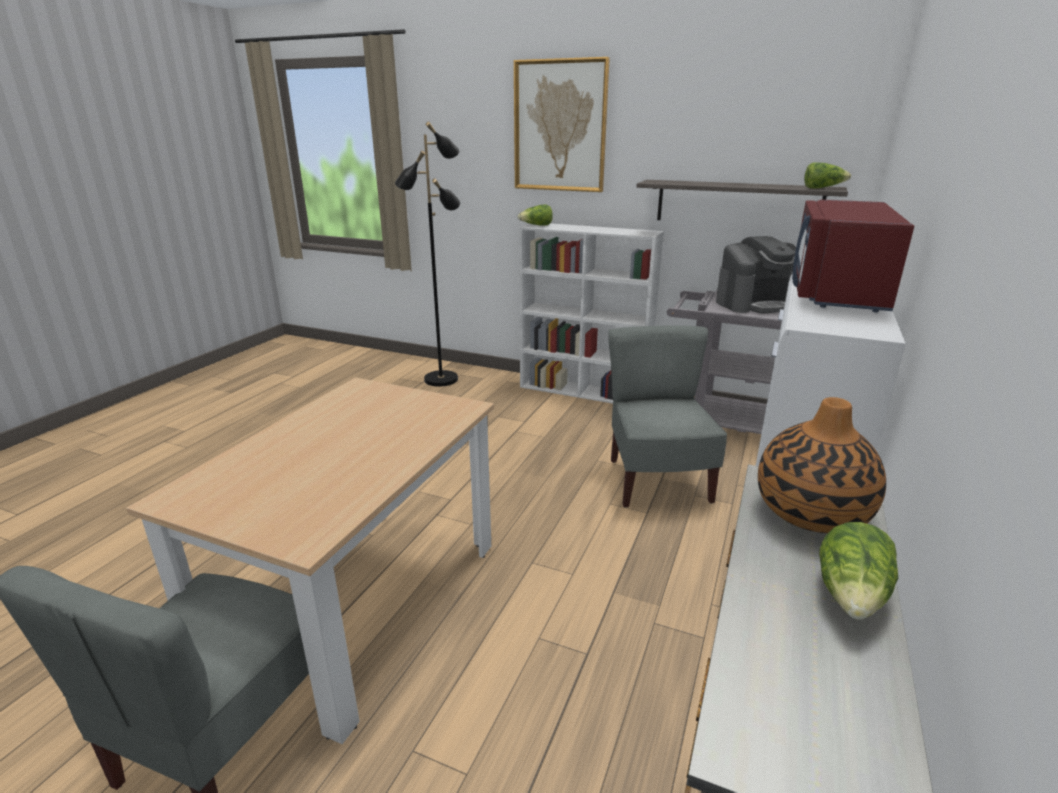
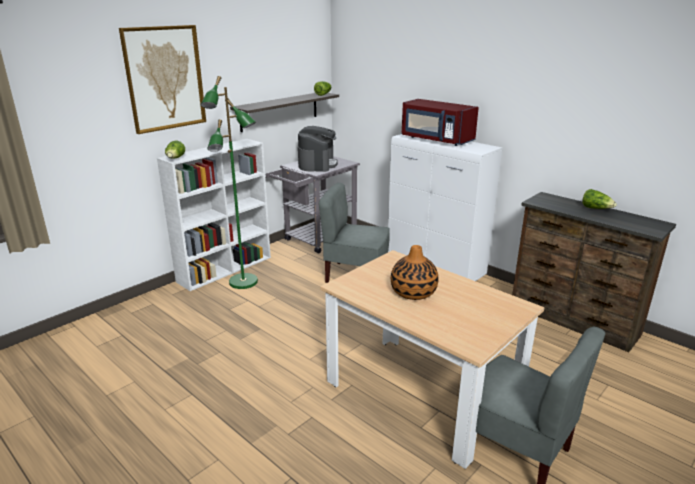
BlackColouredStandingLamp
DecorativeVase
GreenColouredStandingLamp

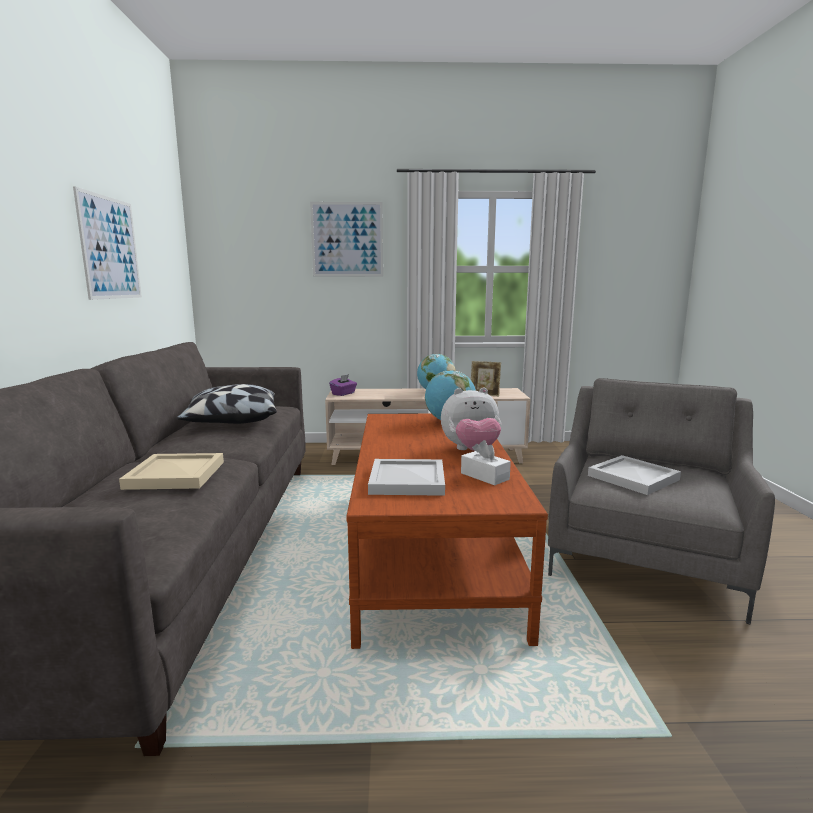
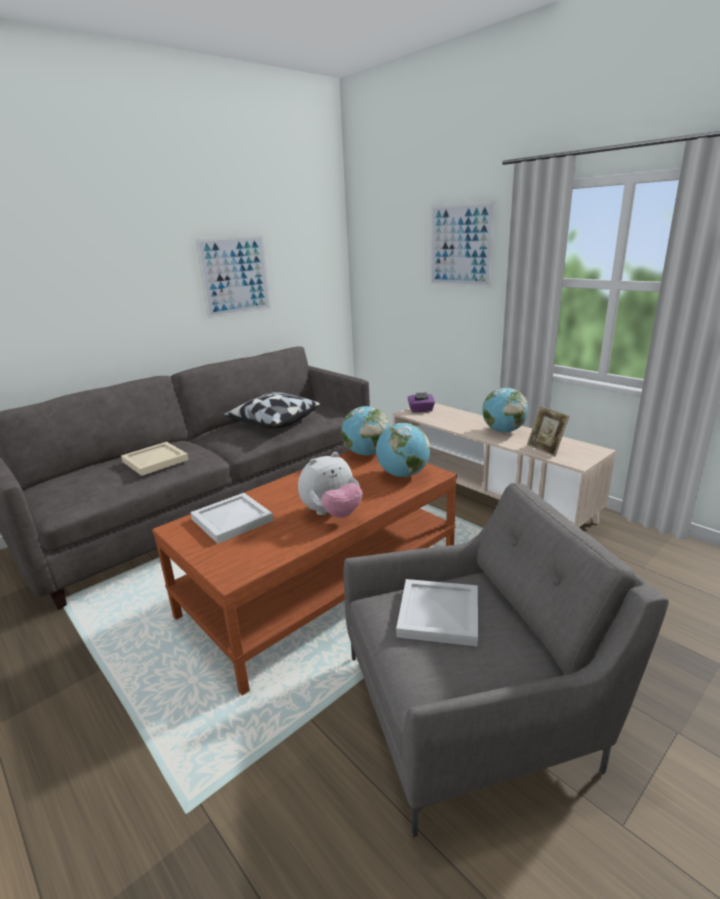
SoftToy
WhitishTissueBox
Globe (no. 1 from left)

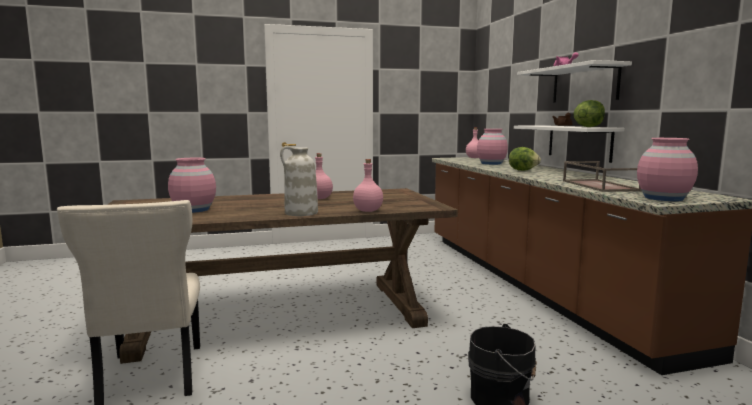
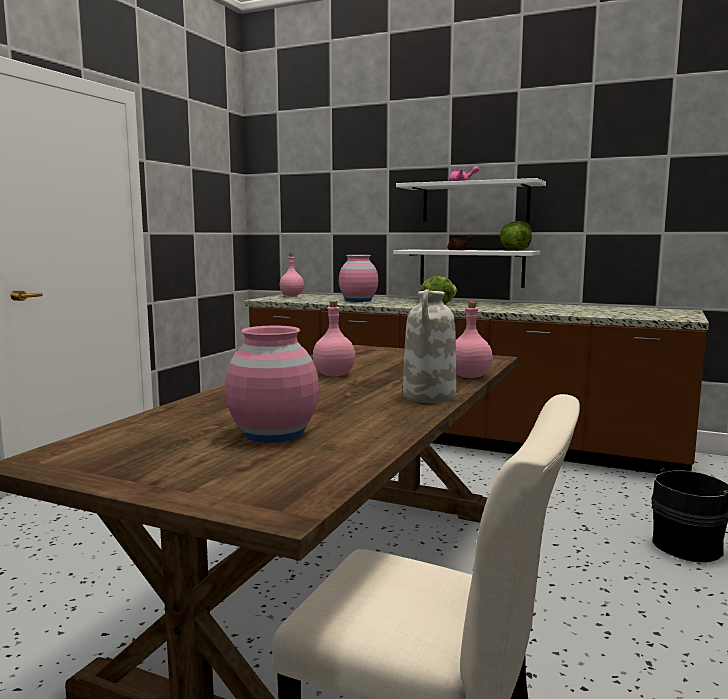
PinkishDecorativeVase (no. 3 from left in the first image)
BrownishCarryingTray

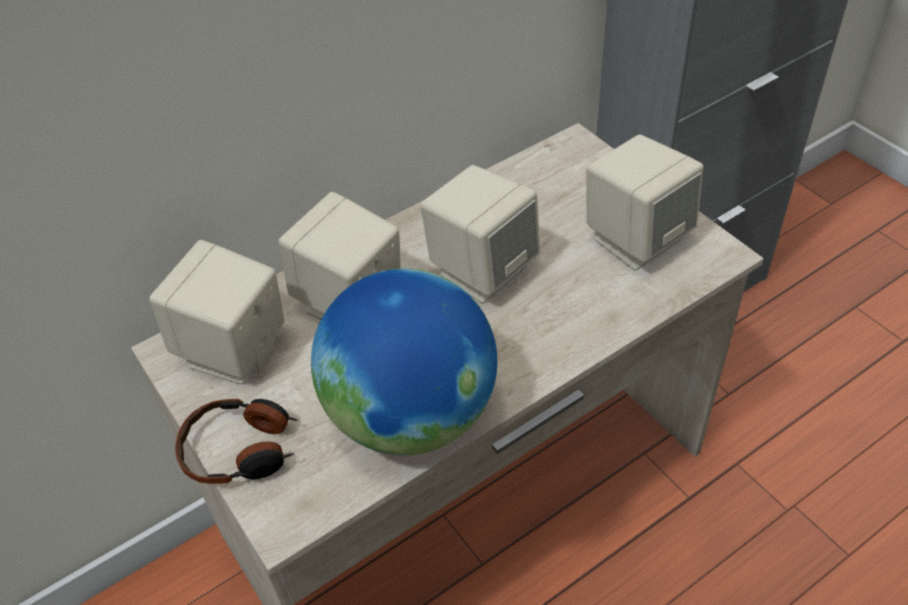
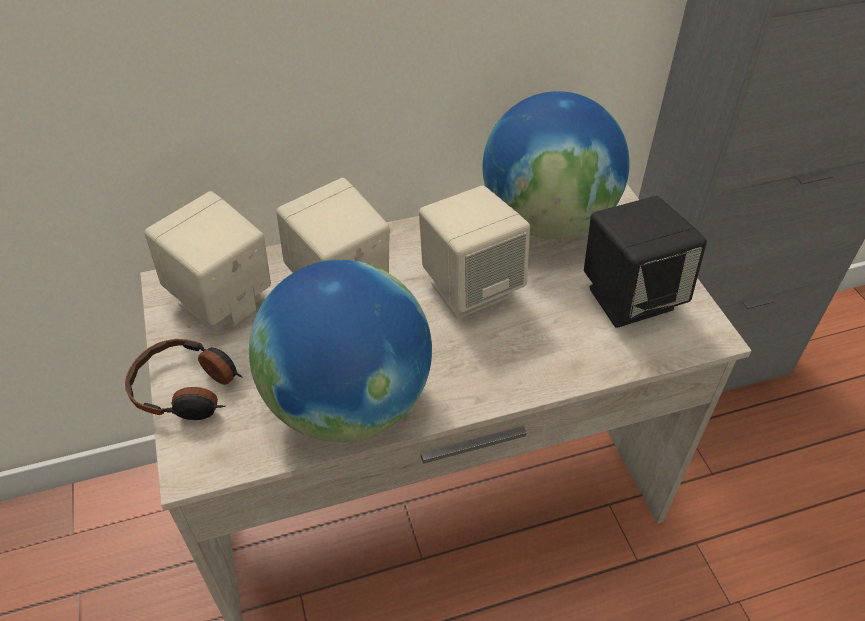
BlackColouredSpeaker
Globe (no. 2 from left)

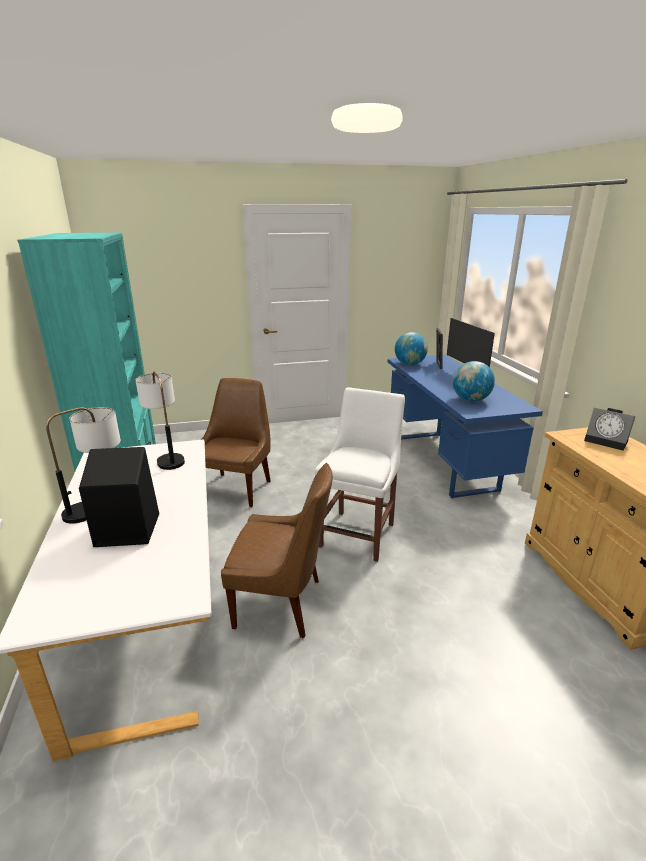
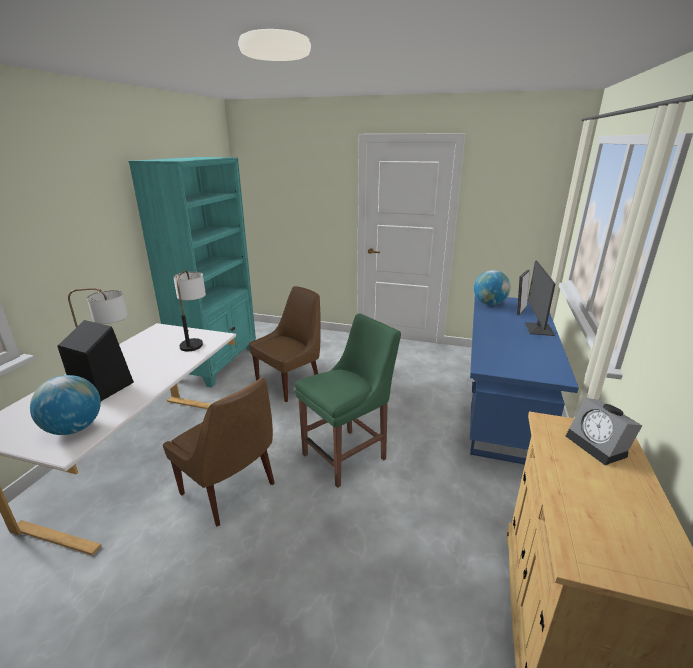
Globe (no. 1 from left)
GreenColouredPlainChair

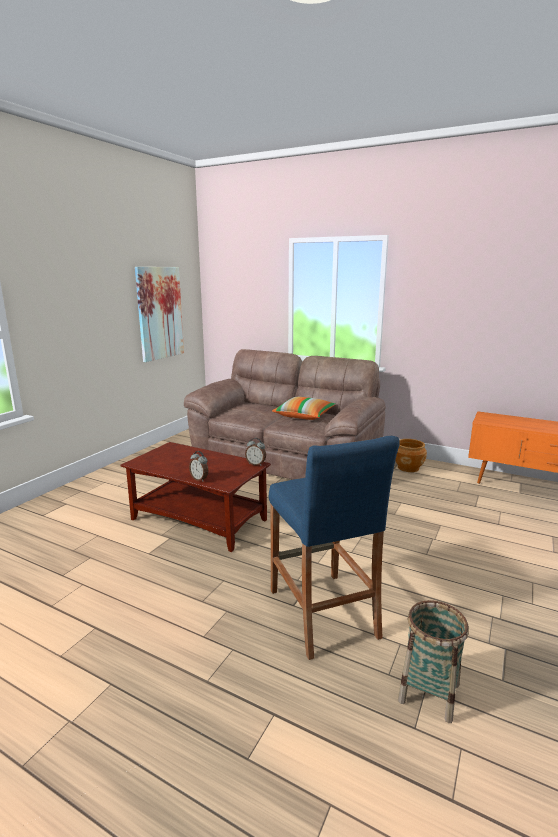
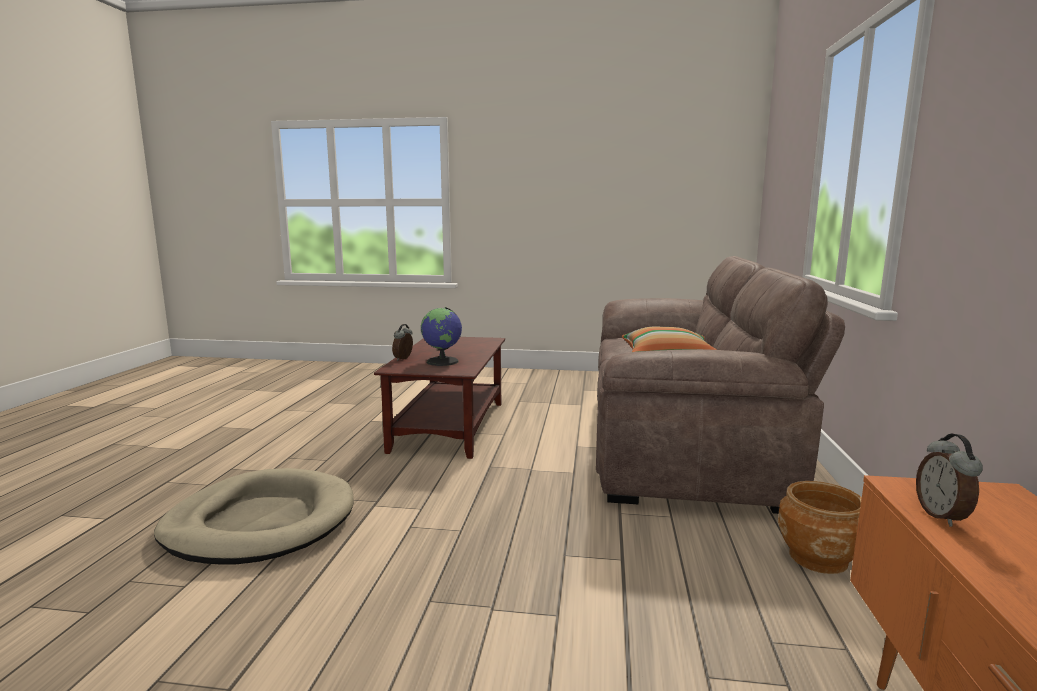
WallPicture
BeigeDogCushion
AlarmClock (no. 2 from left)
HouseholdBasket
Globe

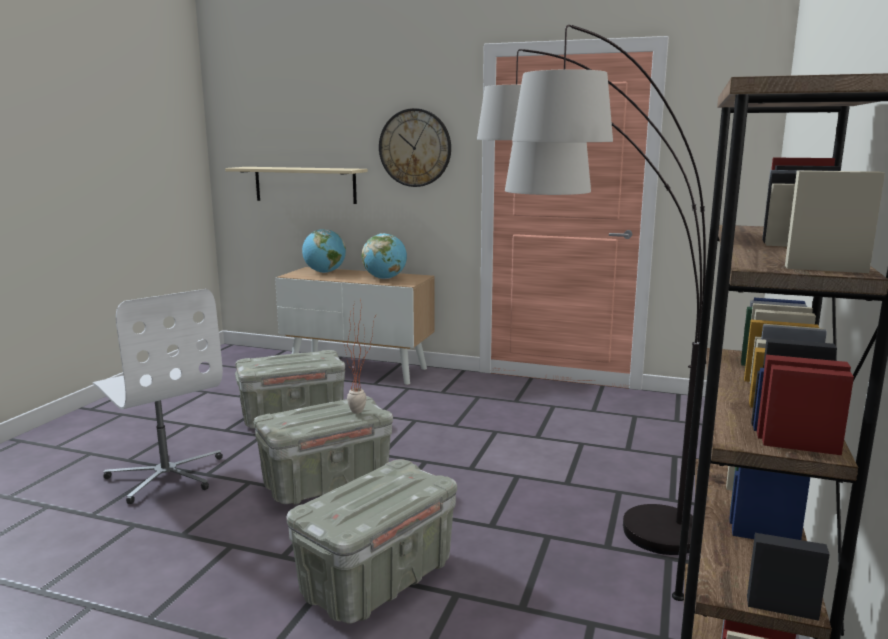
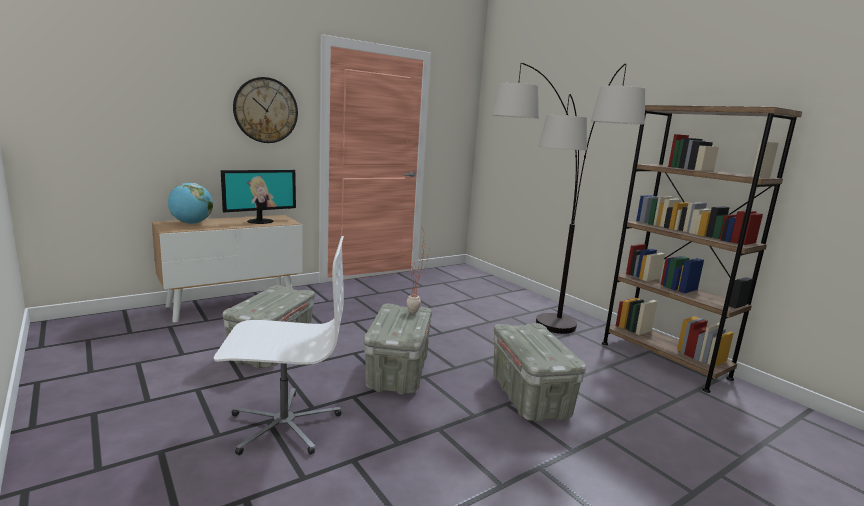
BeigeWallShelf
ComputerDisplay

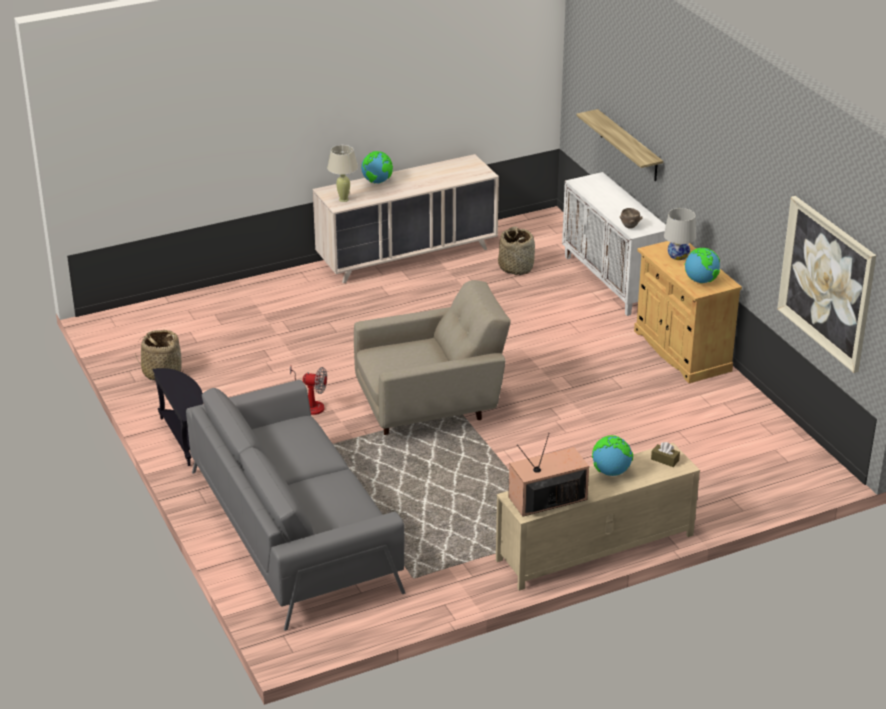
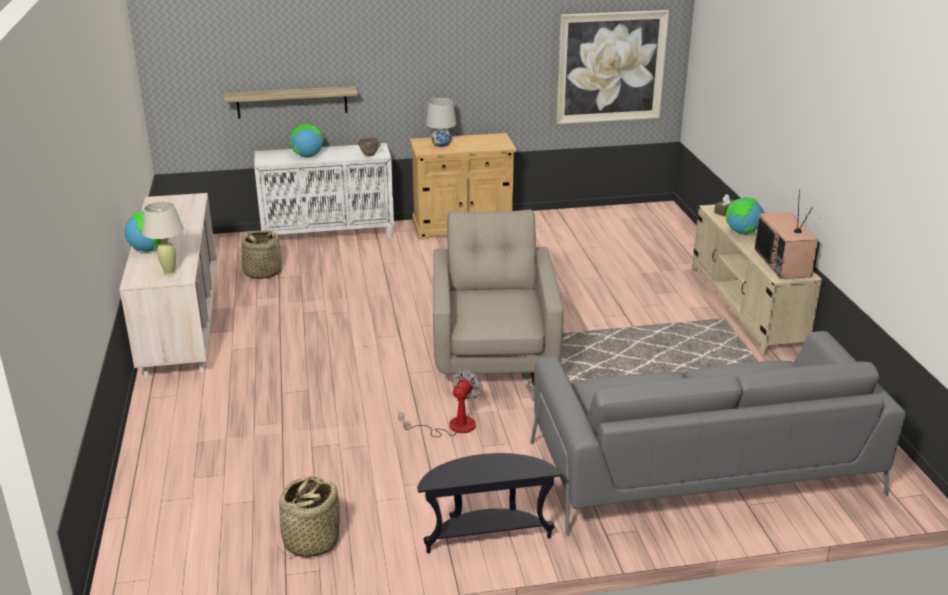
Globe (no. 2 from left)

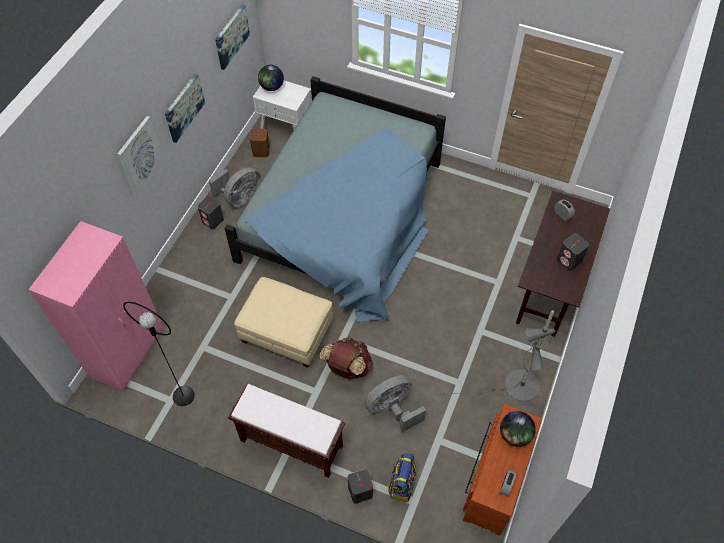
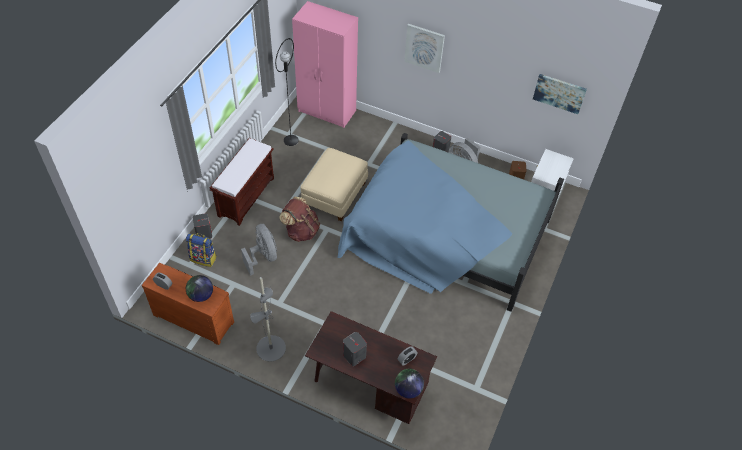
Globe (no. 2 from left)
WallPicture (no. 2 from left in the first image)

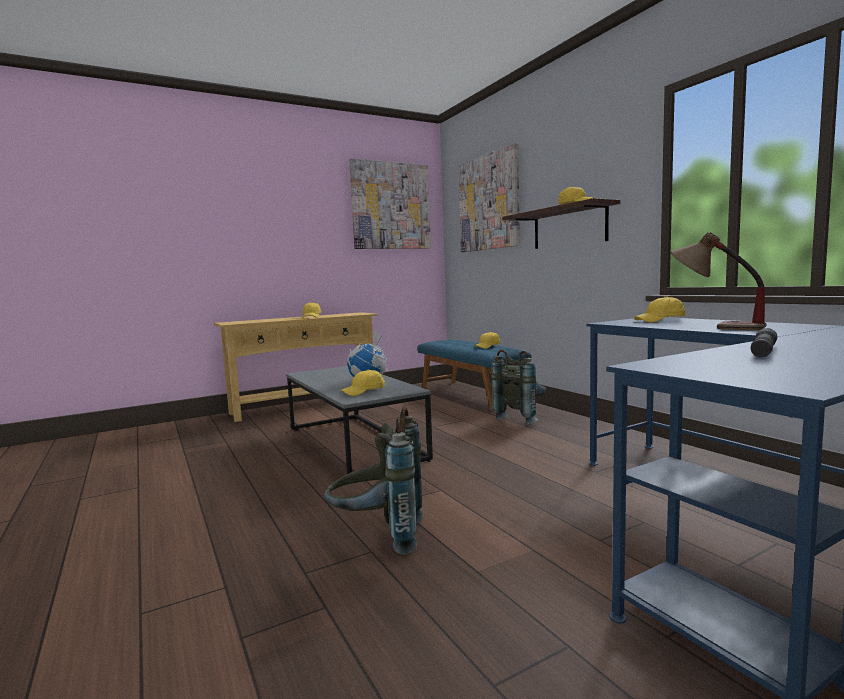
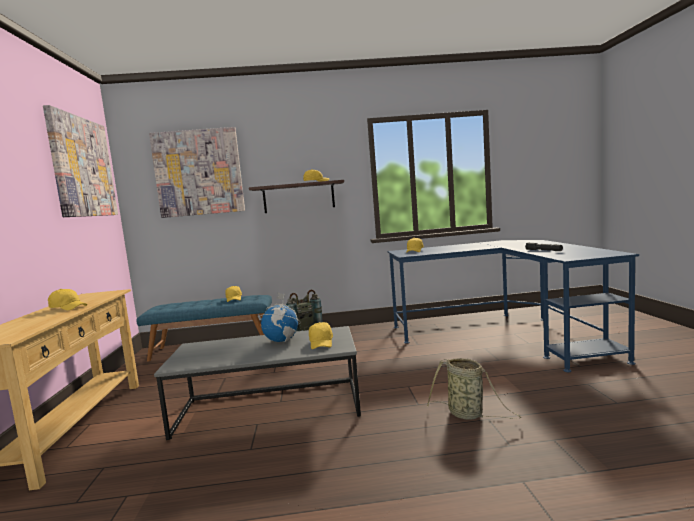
LampForATable
HouseholdBasket

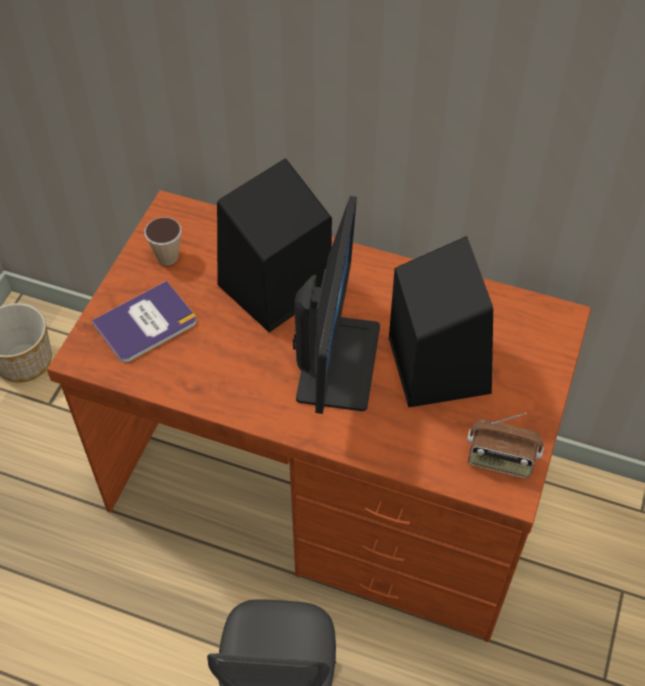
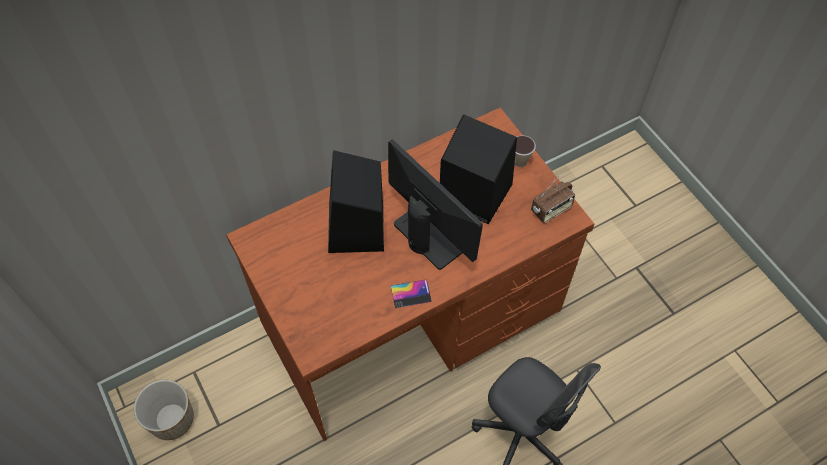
DrinkingCup
Book
Telephone

